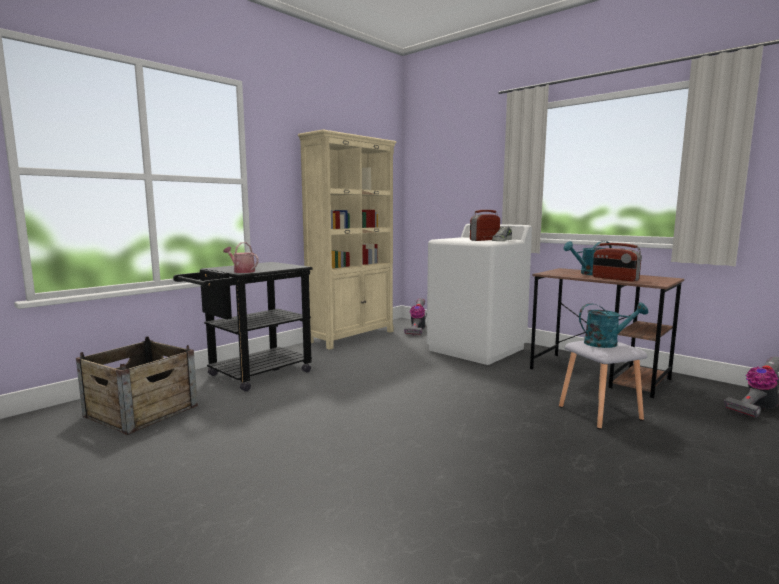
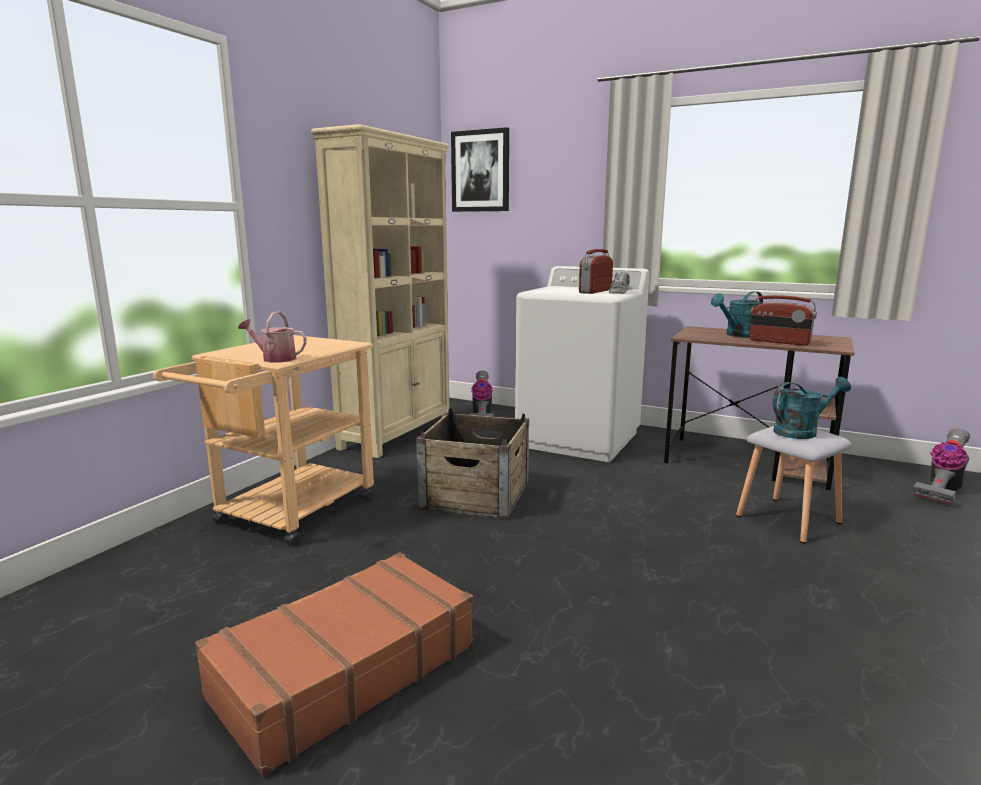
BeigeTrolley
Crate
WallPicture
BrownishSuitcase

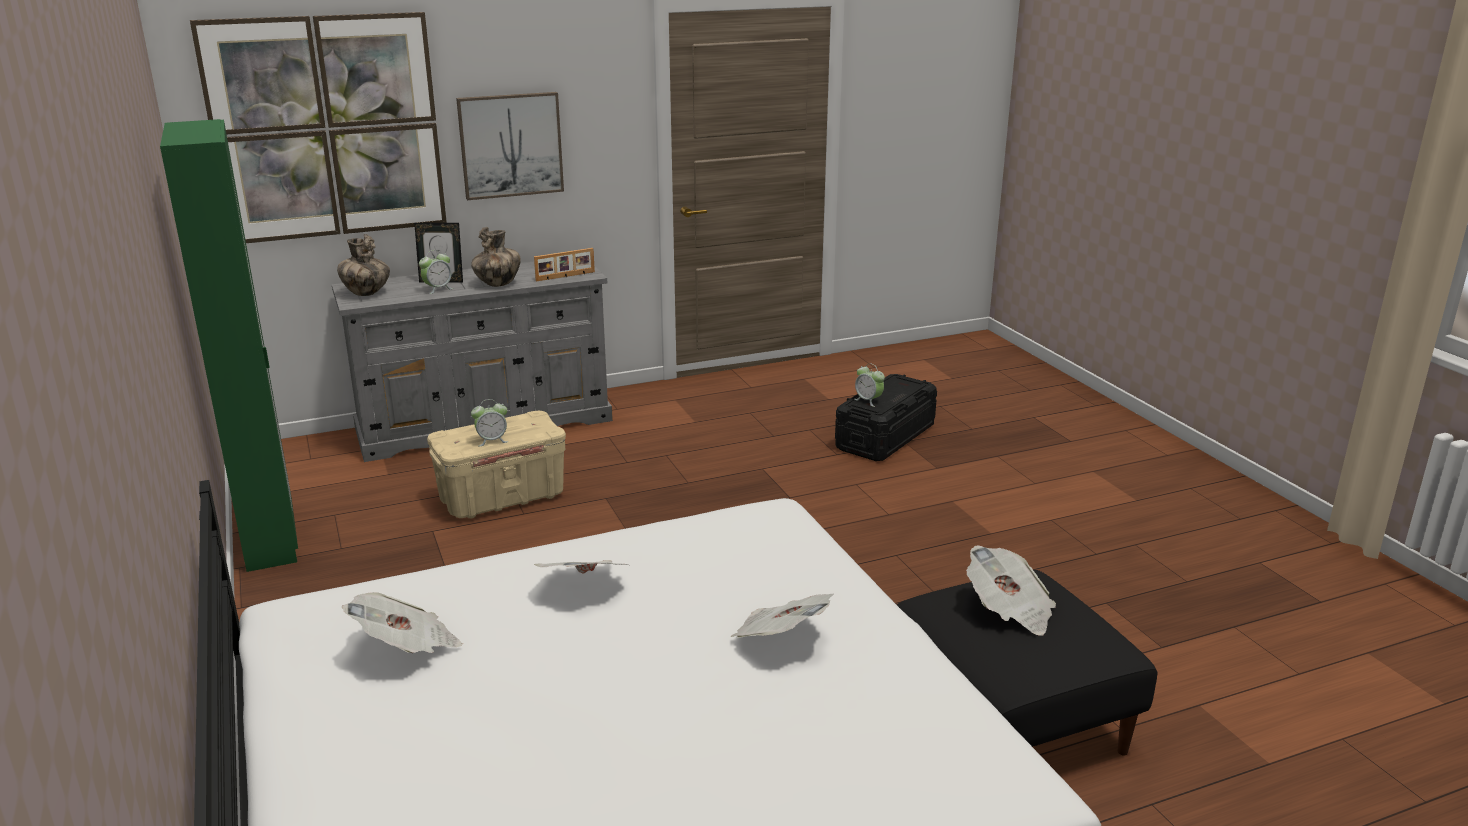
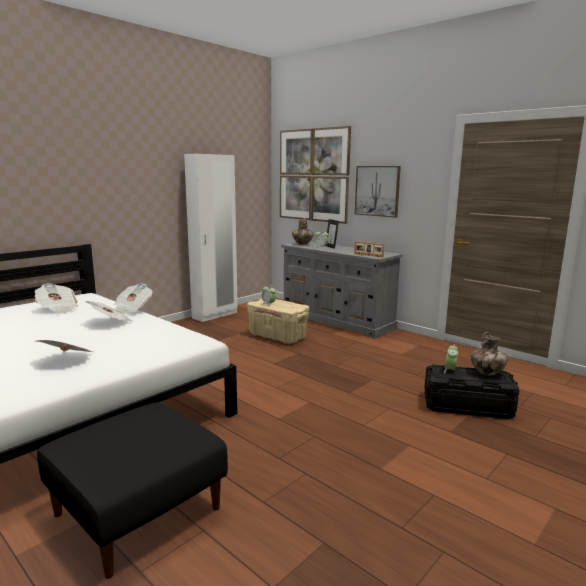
WhitishClothesCupboard
DecorativeVase (no. 2 from left)
Newspaper (no. 4 from left)

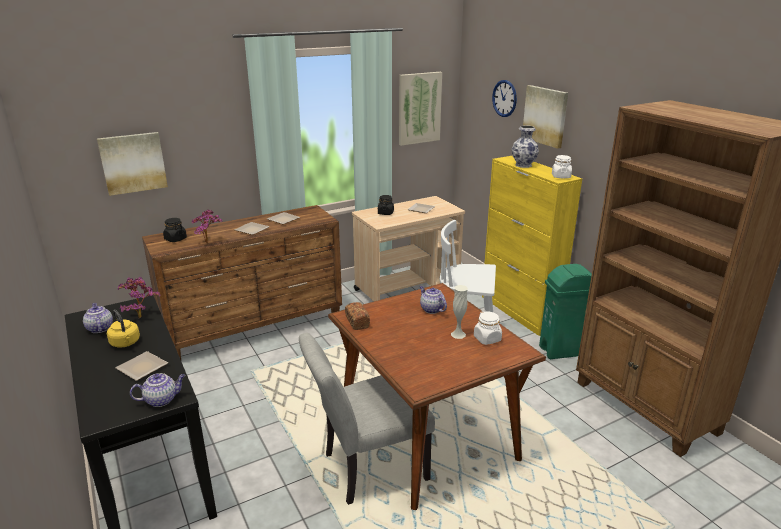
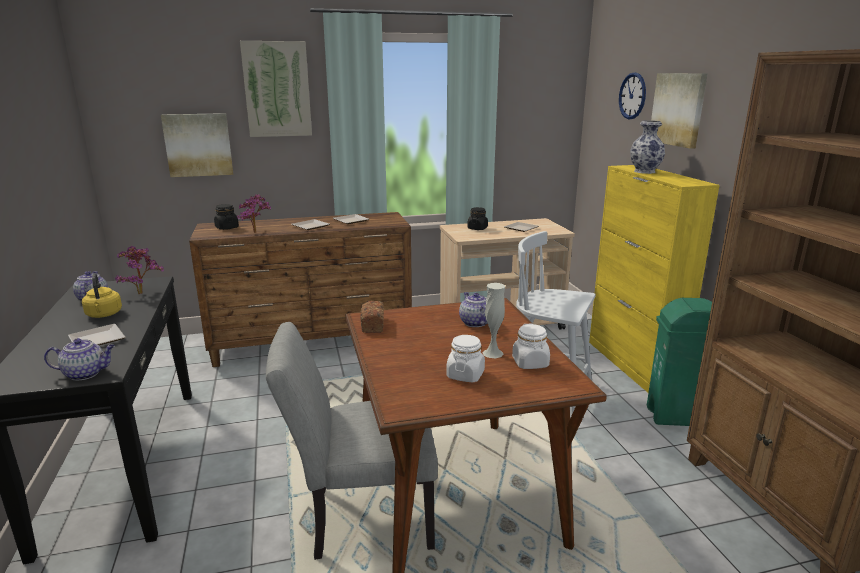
WallPicture (no. 2 from left)
WhitishPreserveJar (no. 1 from left)

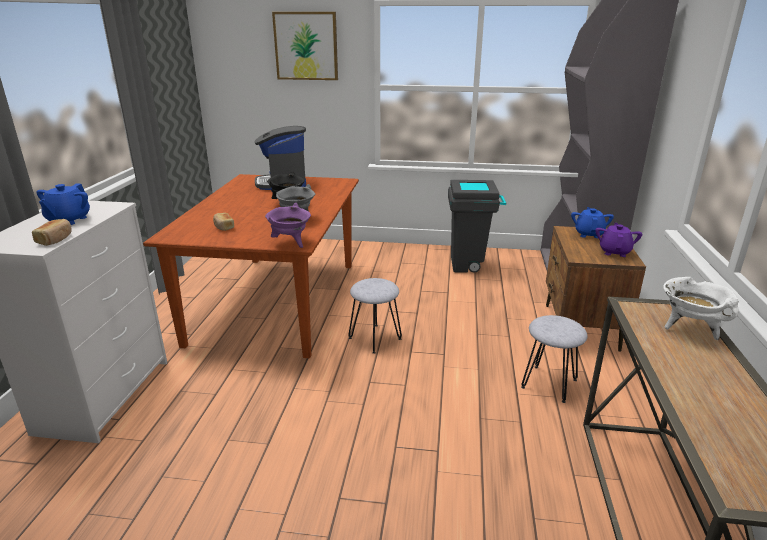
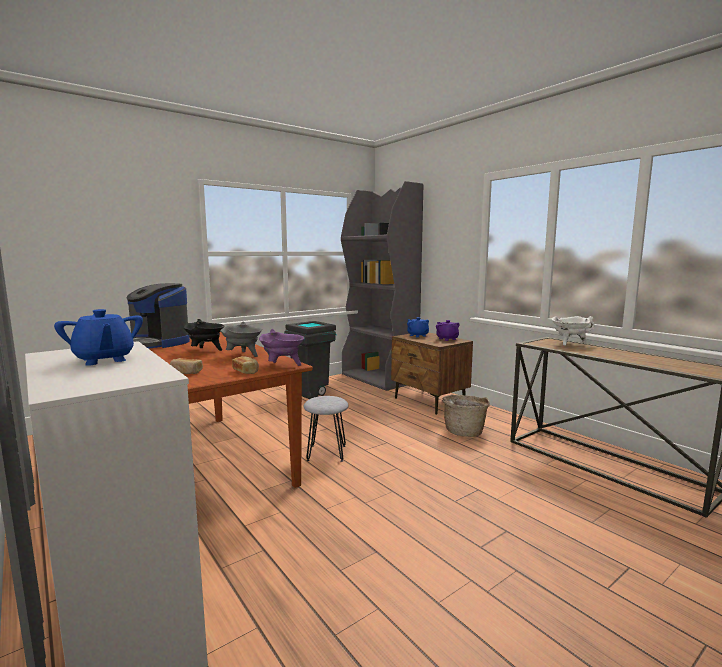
WallPicture
BakedBread (no. 2 from left)
HouseholdBasket

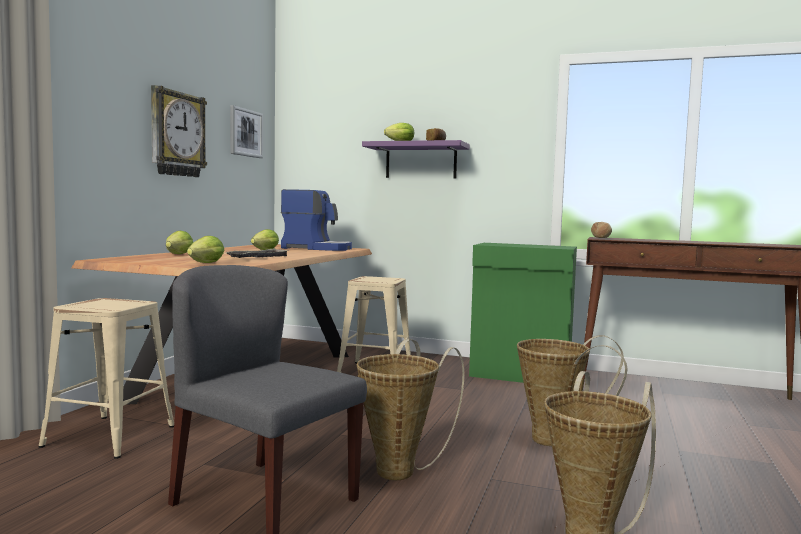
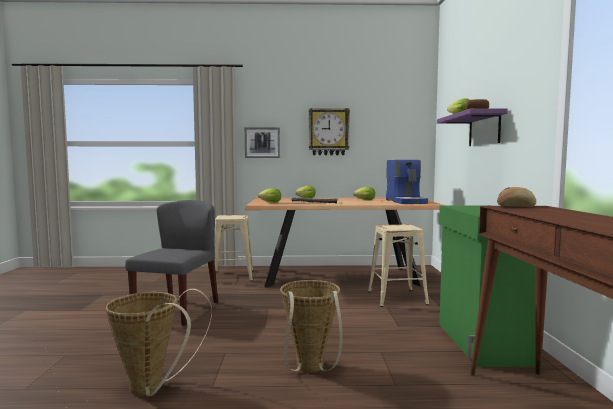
WallPicture
HouseholdBasket (no. 1 from left in the first image)

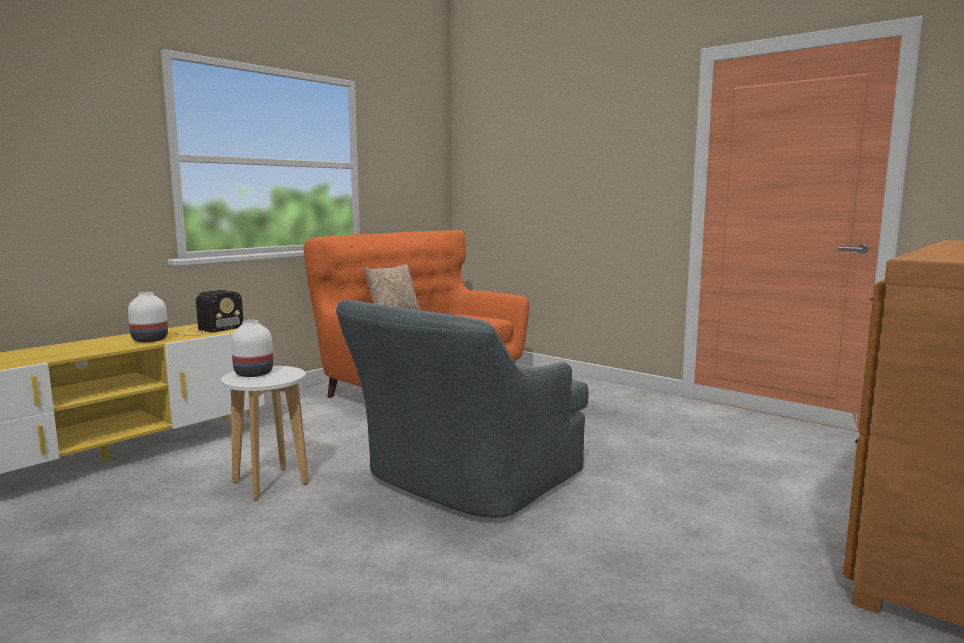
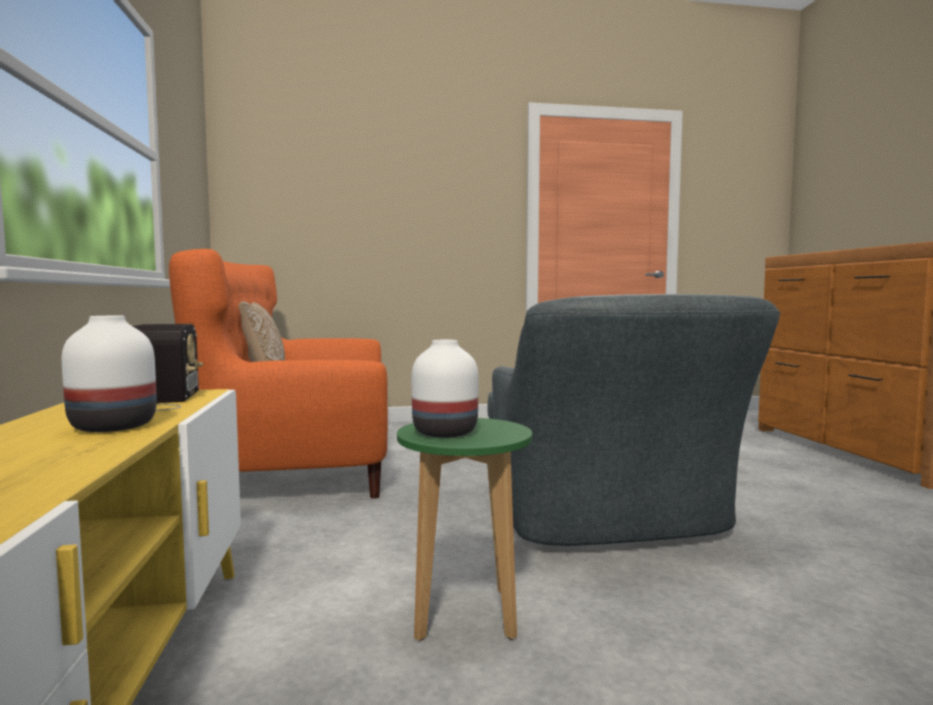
GreenColouredSittingStool

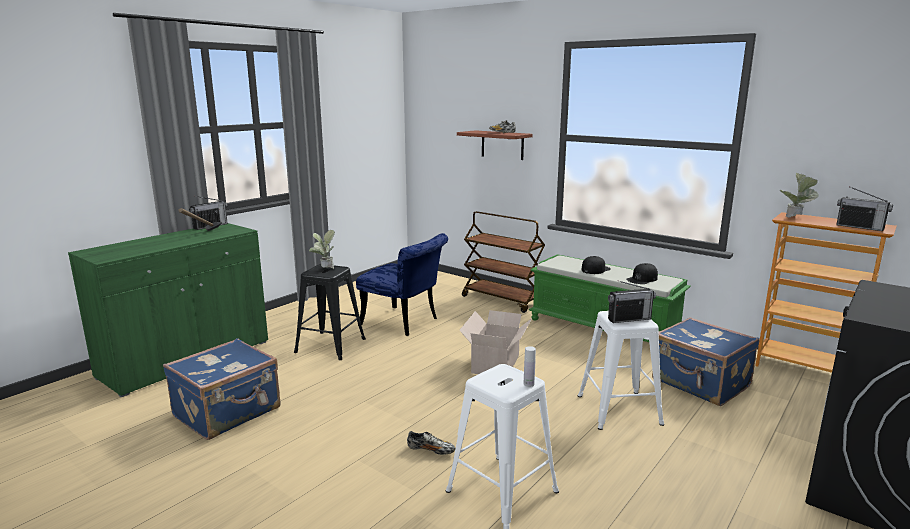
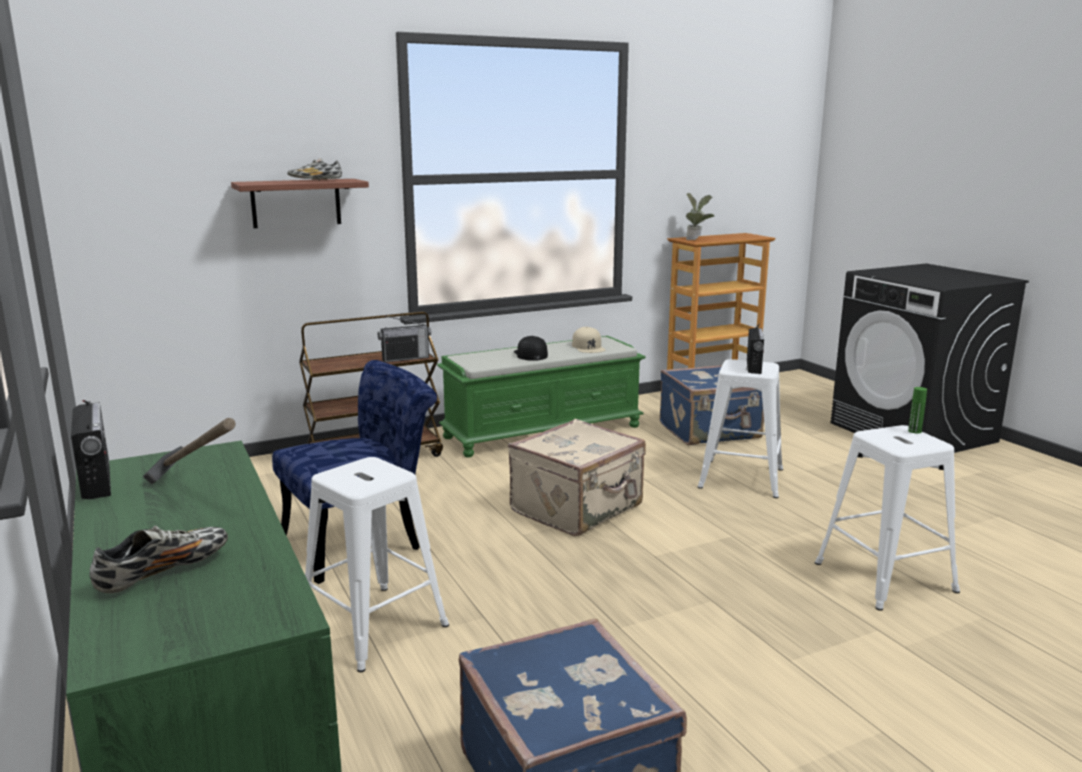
RadioReceiver (no. 2 from left)
Houseplant (no. 1 from left in the first image)
BeigeBaseballCap
WhitishSittingStool (no. 1 from left)
BeigeSuitcase
GreenColouredDrinkBottle
LowShoe (no. 1 from left)

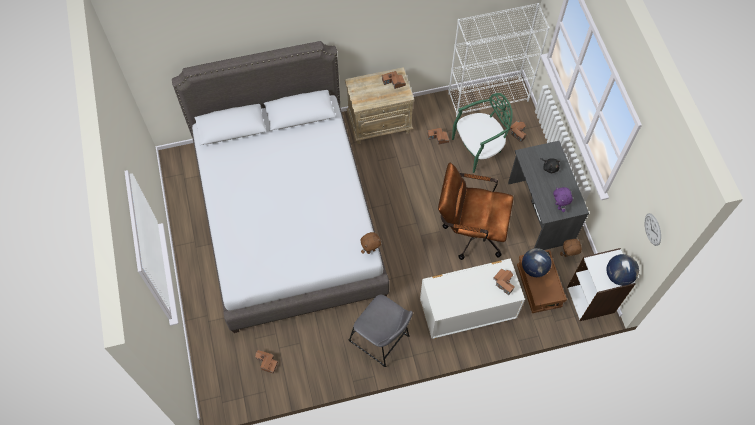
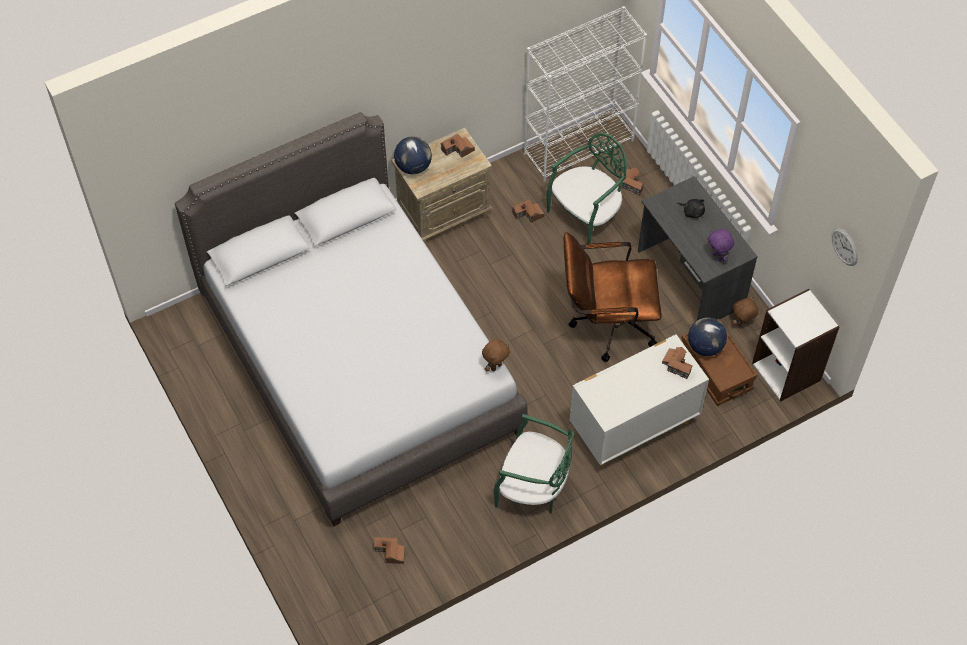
Globe (no. 1 from left)
GreenColouredPlainChair (no. 1 from left)

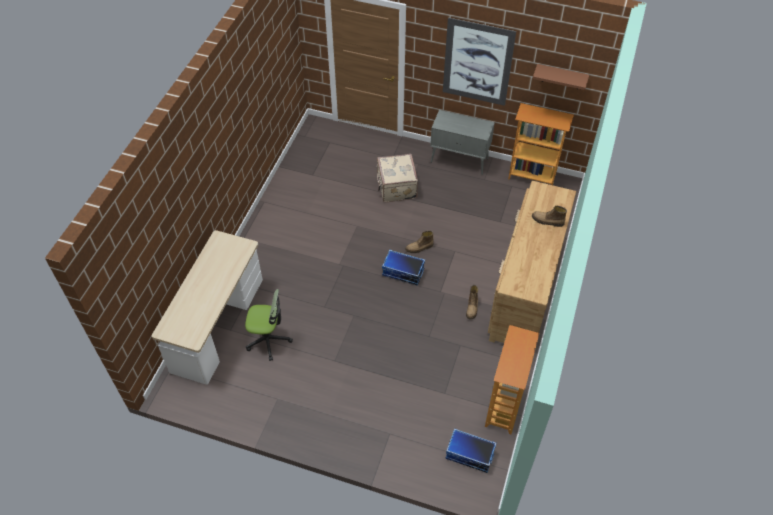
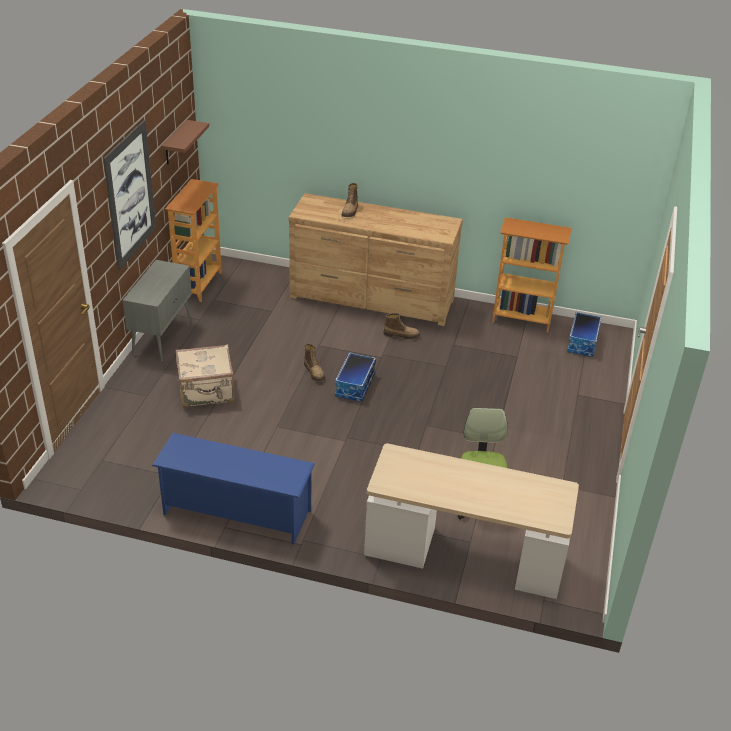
BlueColouredShoeStand

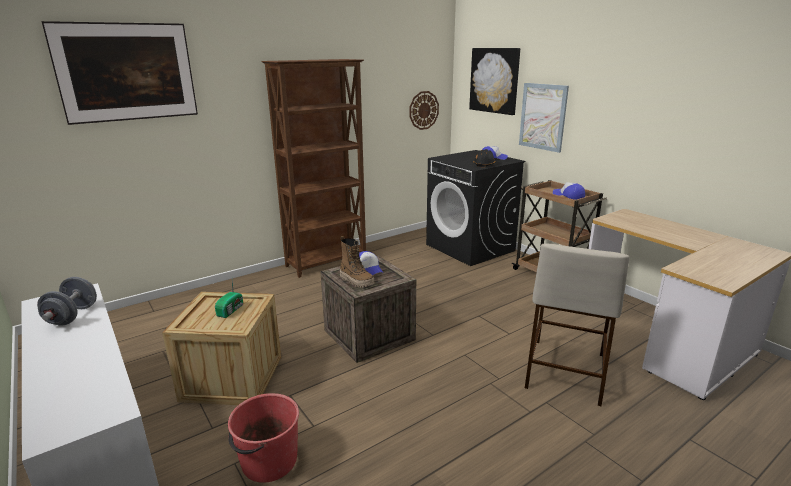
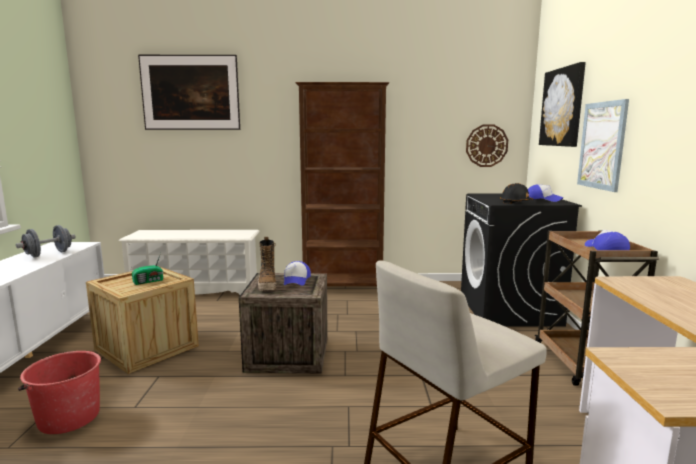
WhitishShoeStand

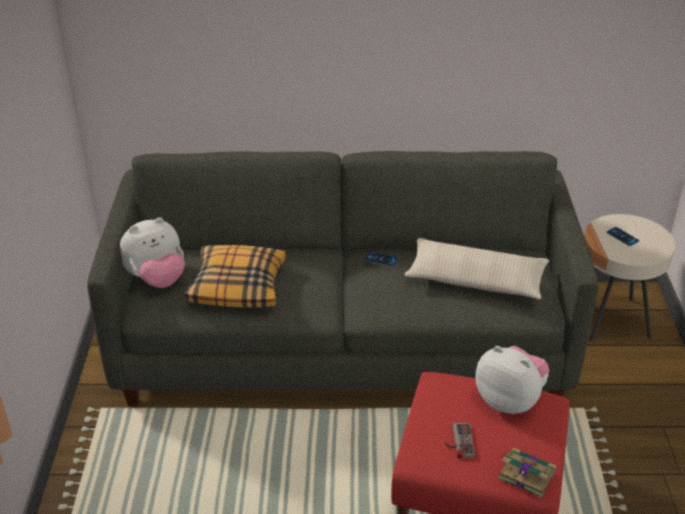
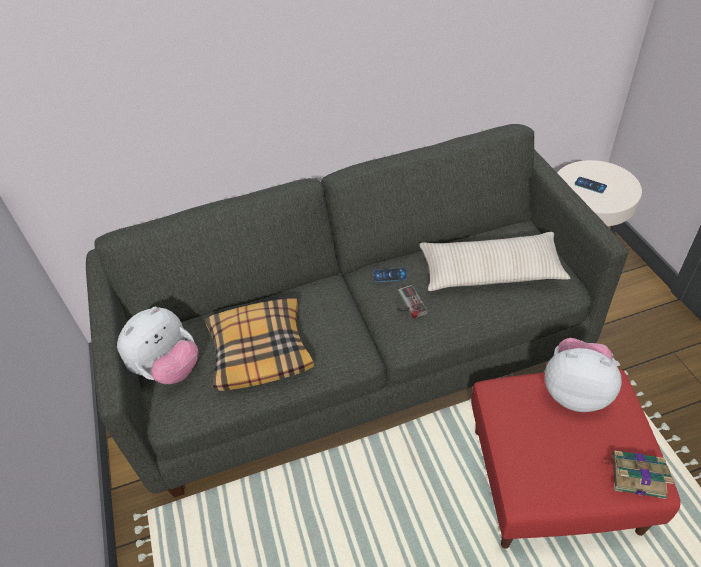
Gamepad

